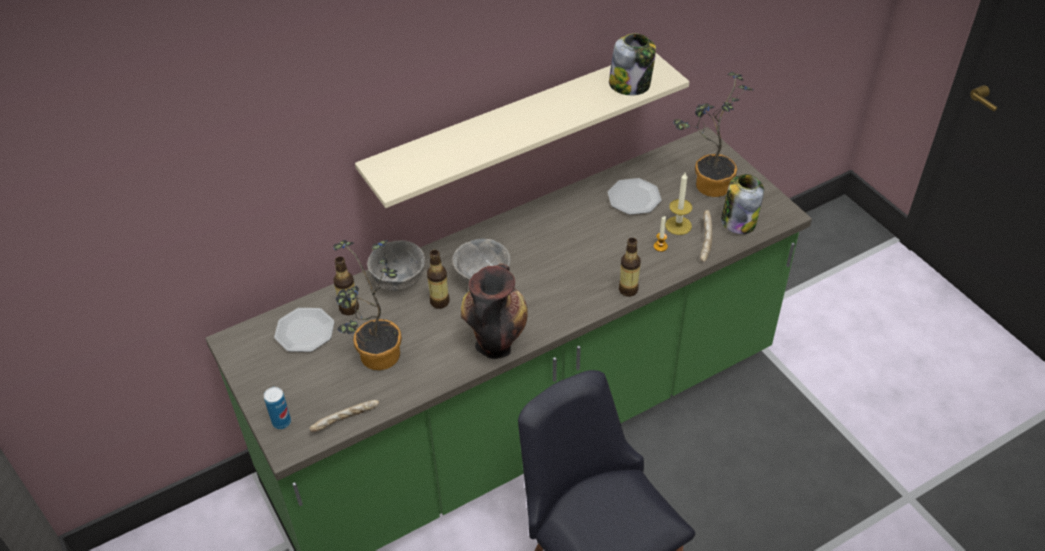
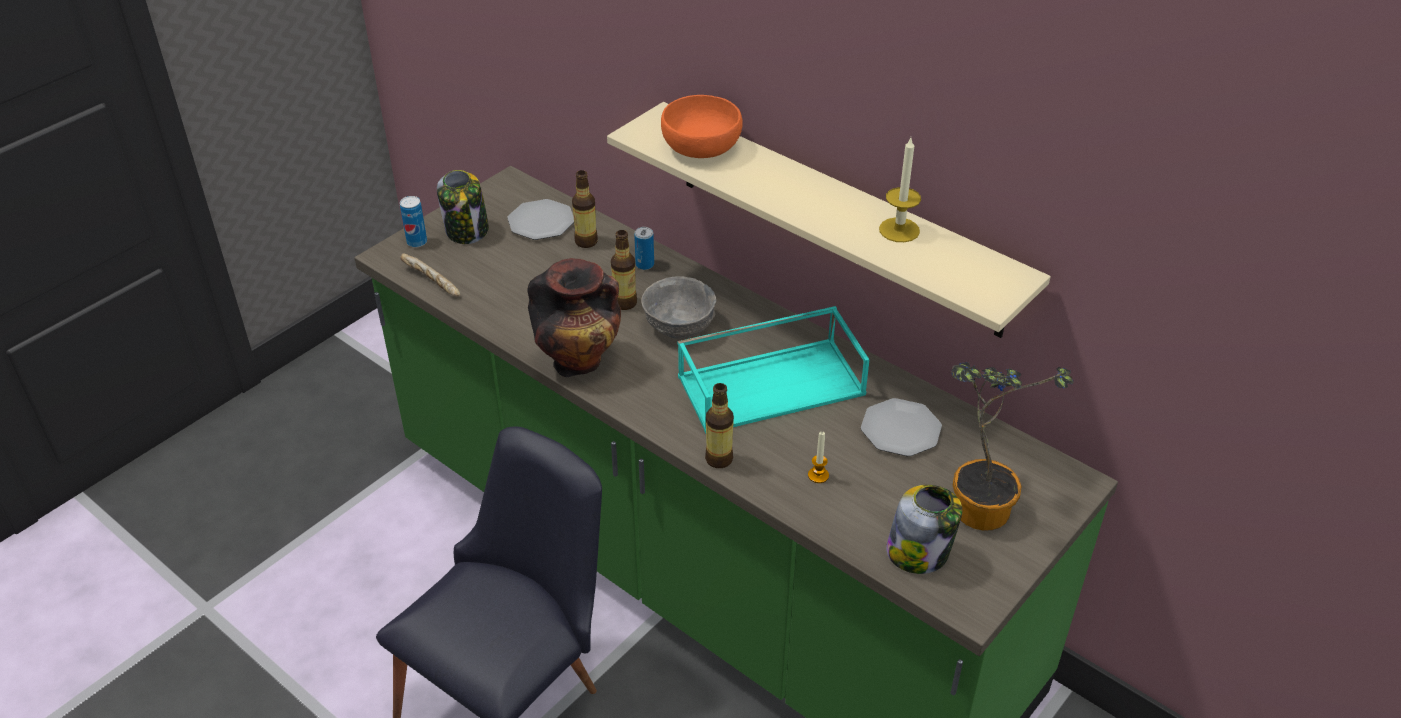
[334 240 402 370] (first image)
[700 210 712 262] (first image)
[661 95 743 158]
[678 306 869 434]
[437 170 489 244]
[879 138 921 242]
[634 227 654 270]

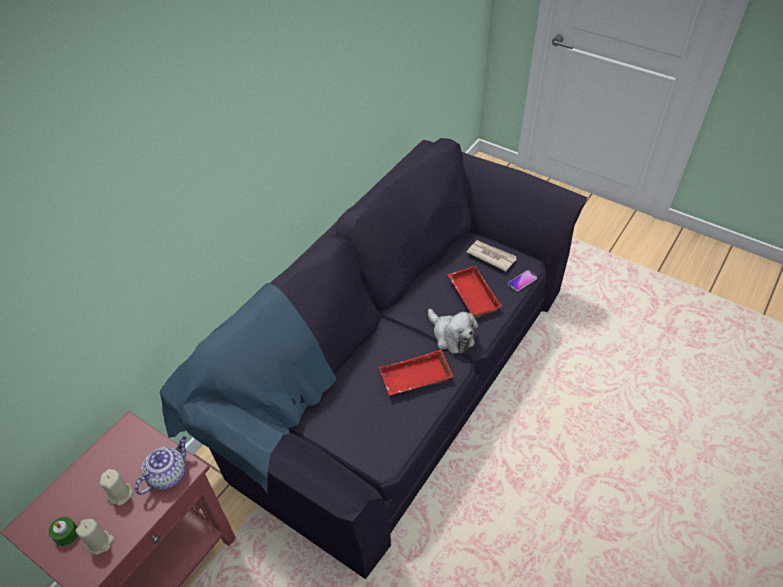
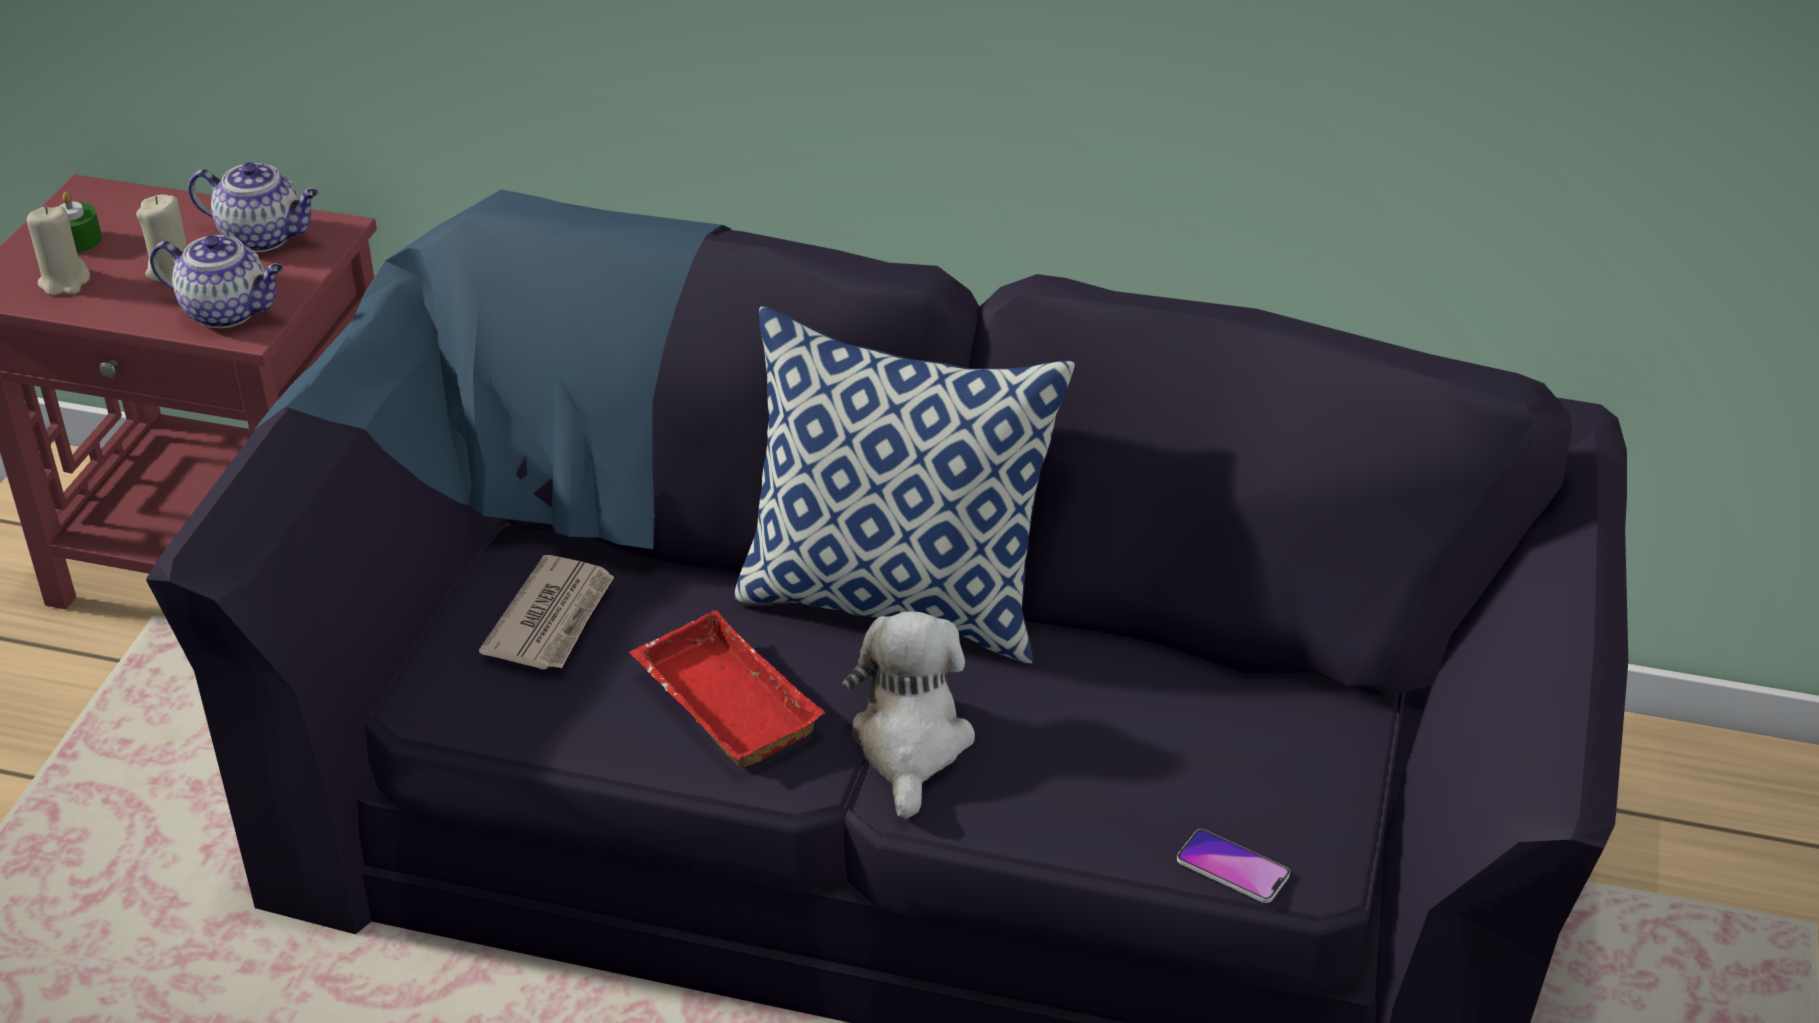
[448 266 502 317] (first image)
[188 162 319 252]
[734 306 1075 663]
[479 555 614 669]
[842 611 975 819]

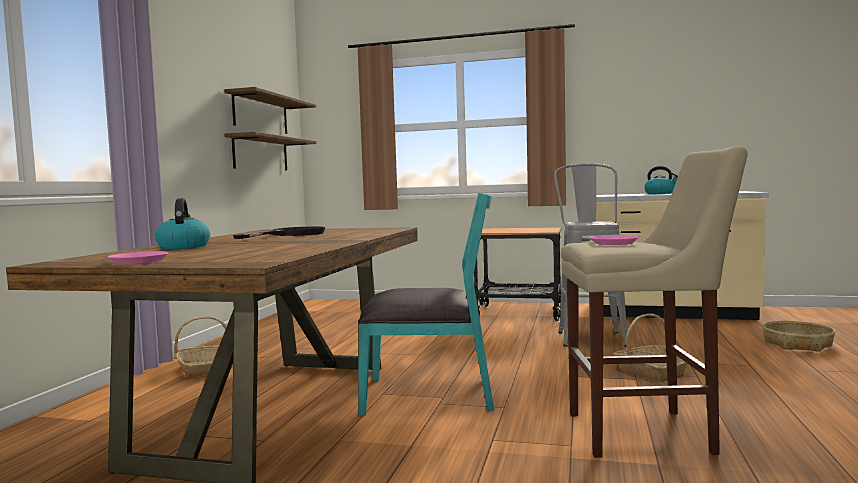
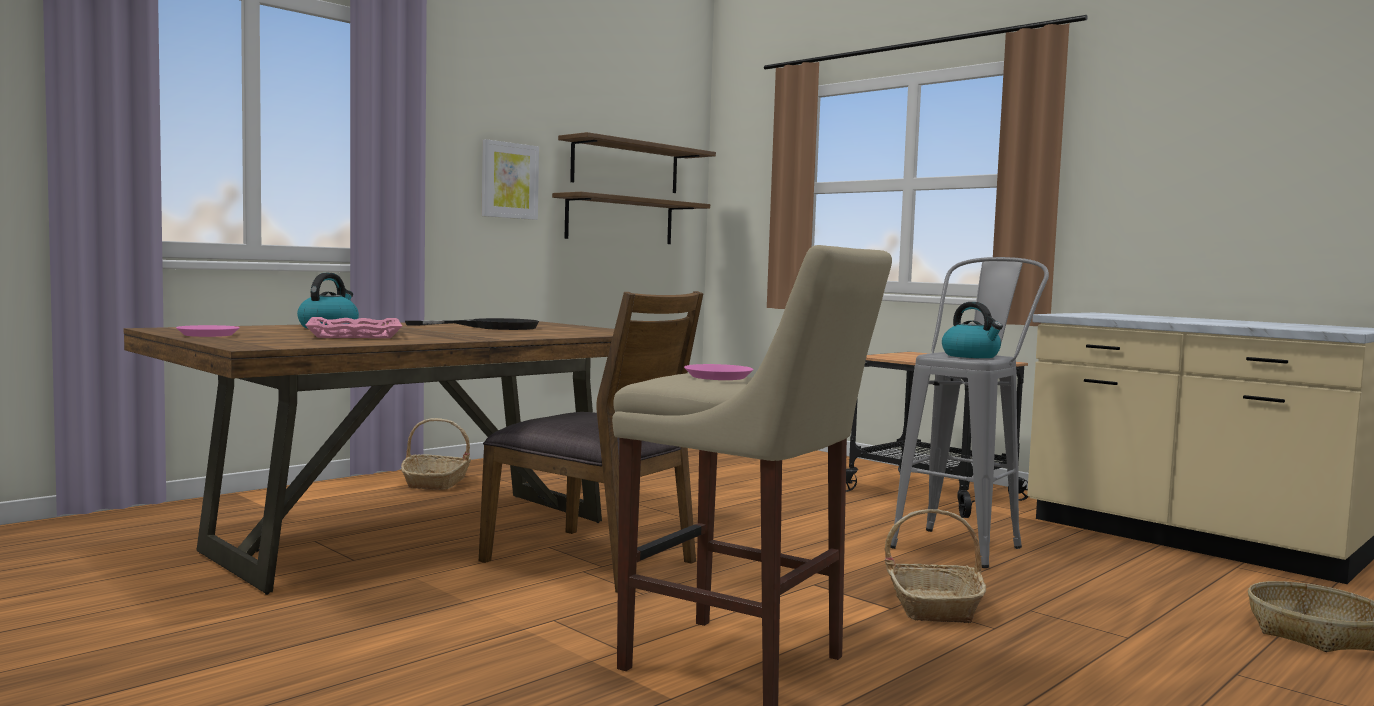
[305 317 402 338]
[482 139 539 220]
[942 302 1003 358]
[479 291 703 593]

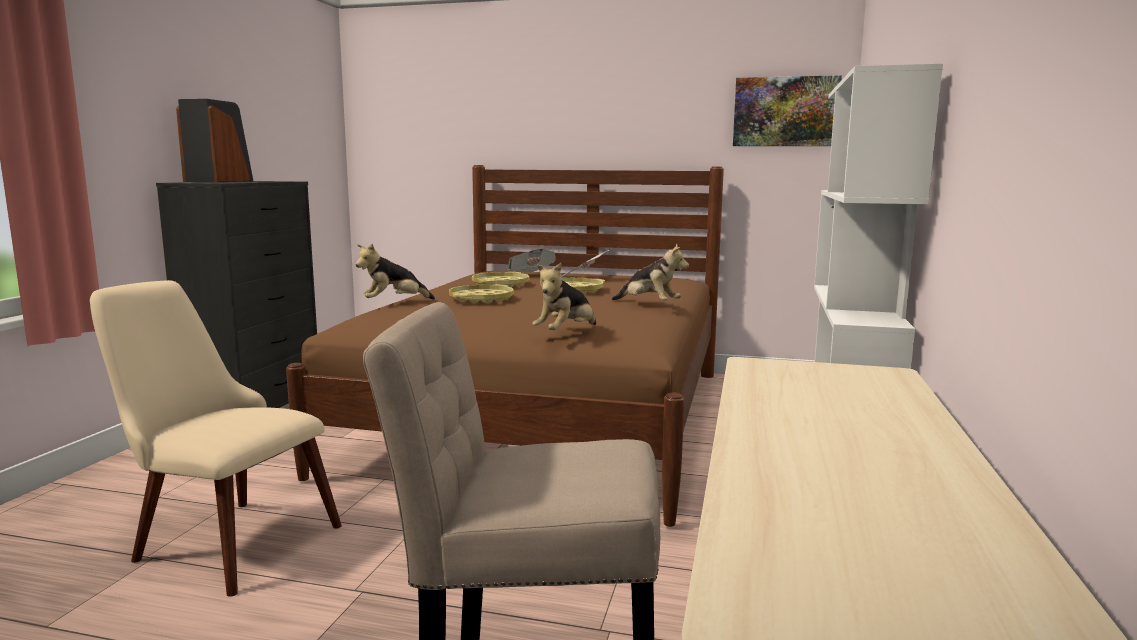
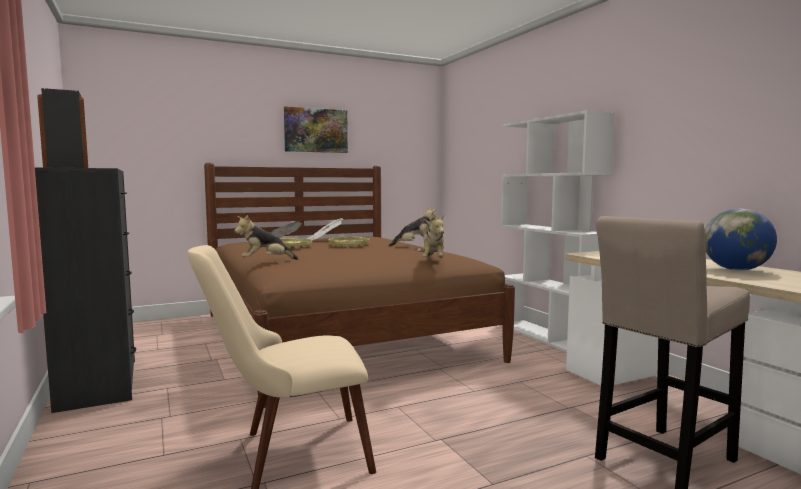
[449 284 514 304] (first image)
[705 209 777 271]
[284 106 348 153]
[235 215 298 260]

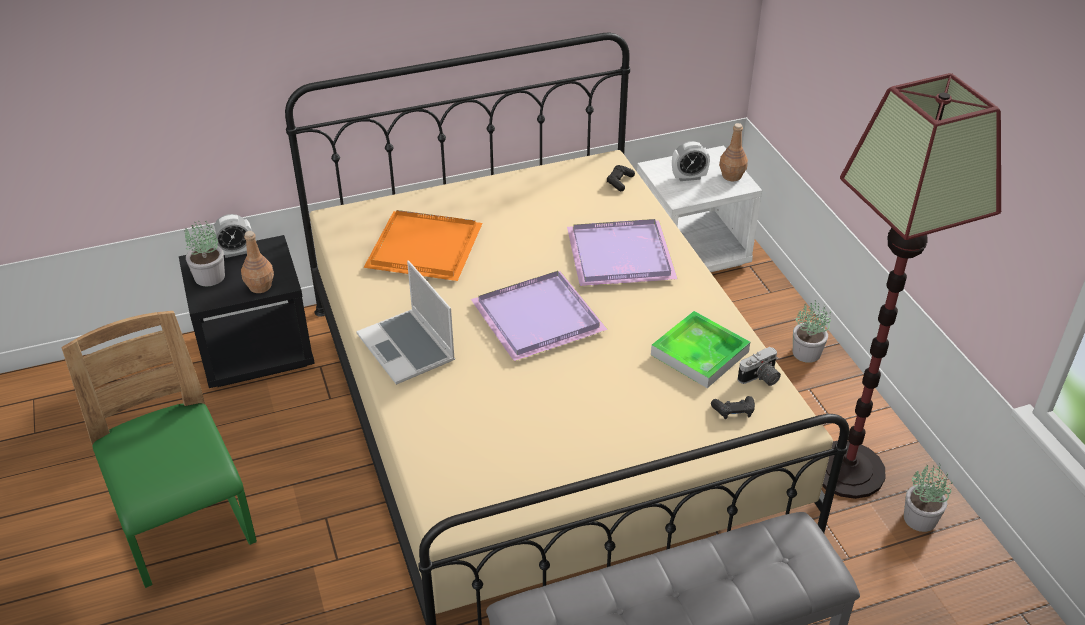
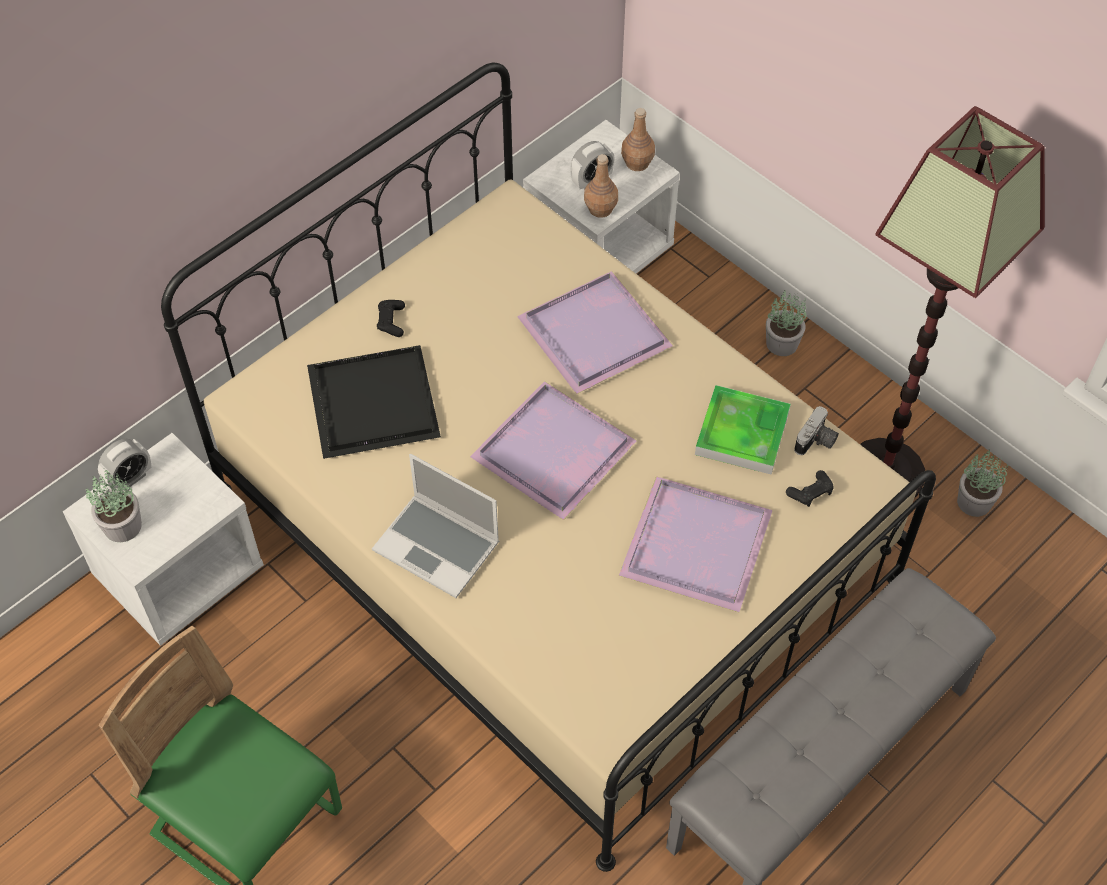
[619 476 773 612]
[584 154 618 218]
[377 300 405 337]
[63 433 264 646]
[307 345 441 459]

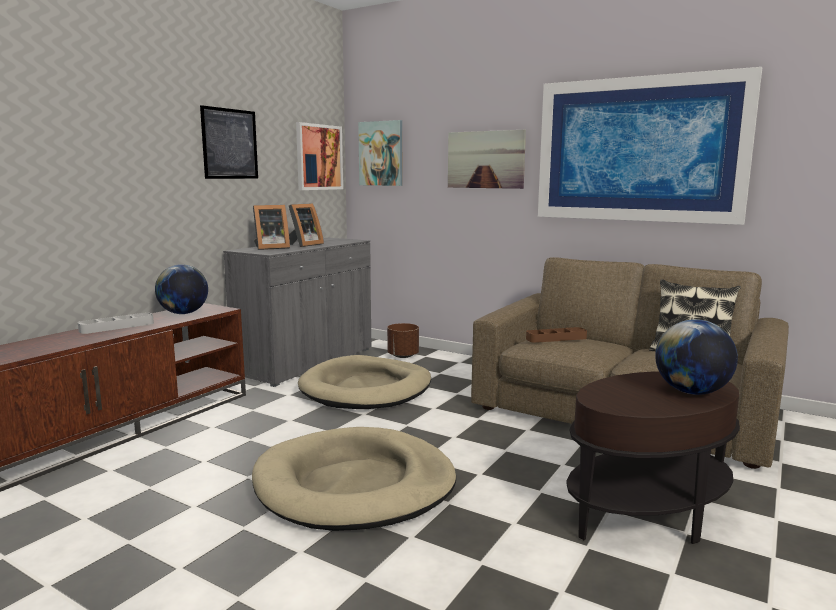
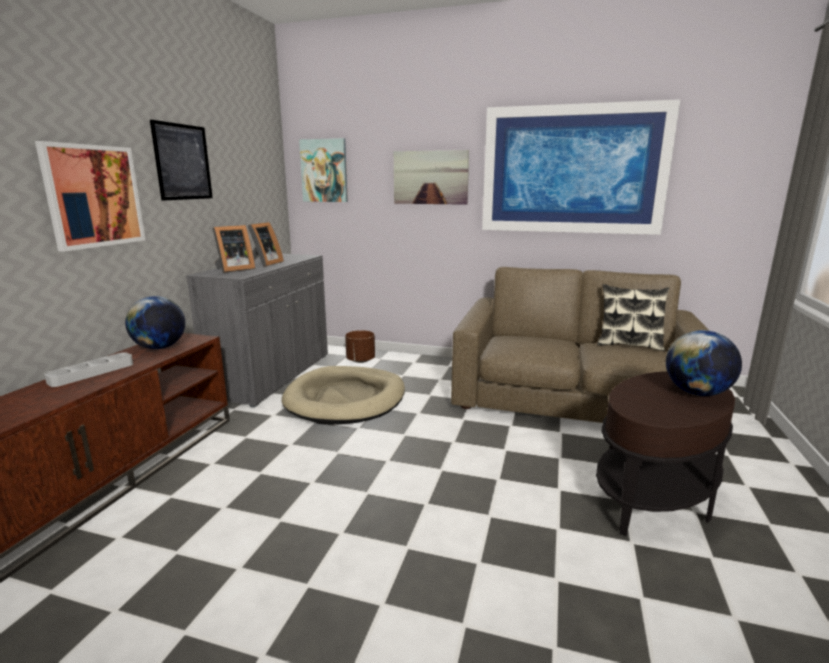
[252 427 456 531] (first image)
[526 327 587 343] (first image)
[35 141 146 252]

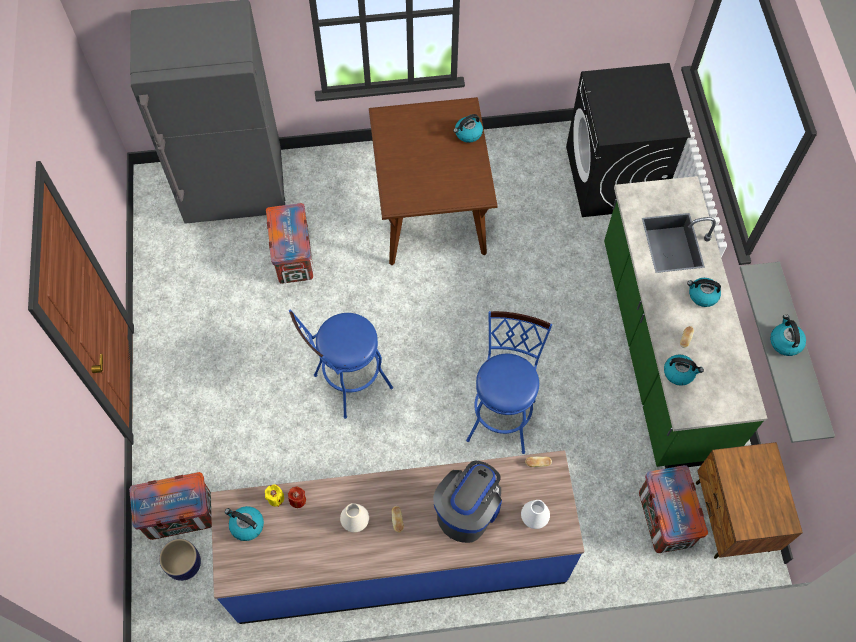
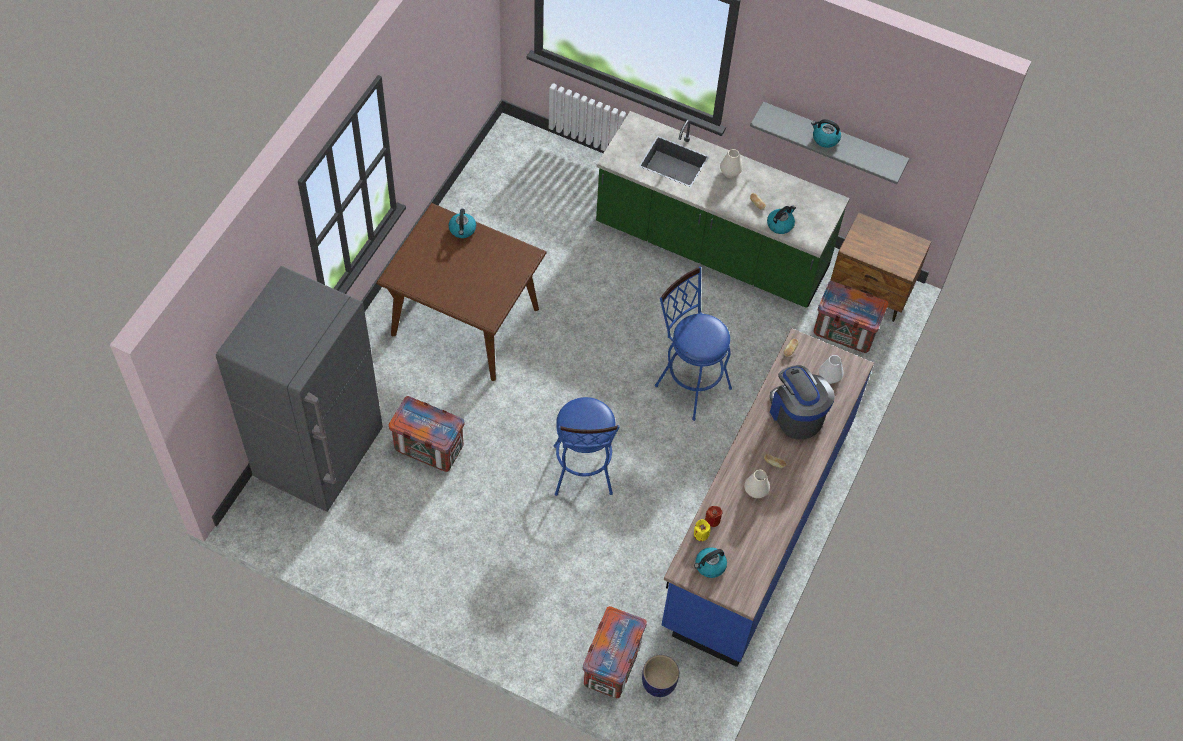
[566 63 691 217] (first image)
[720 149 743 178]

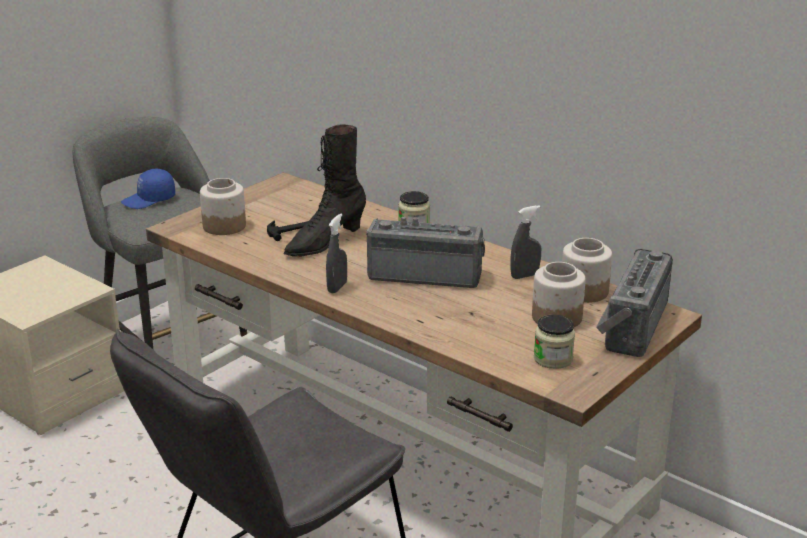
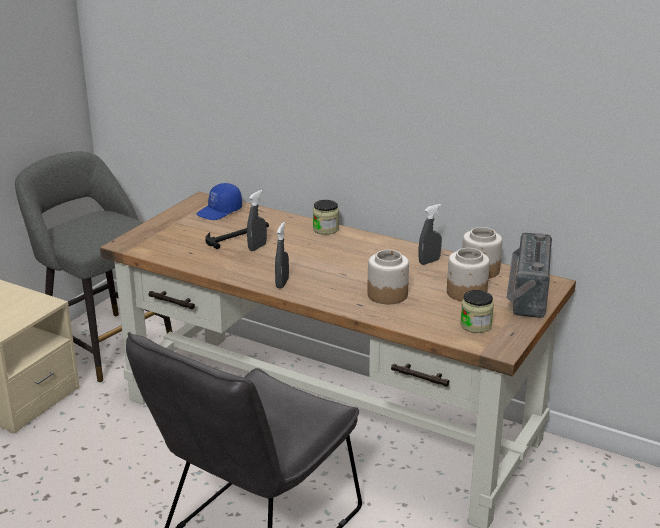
[366 217 485 288] (first image)
[197 183 242 220]
[367 250 409 304]
[247 190 267 251]

